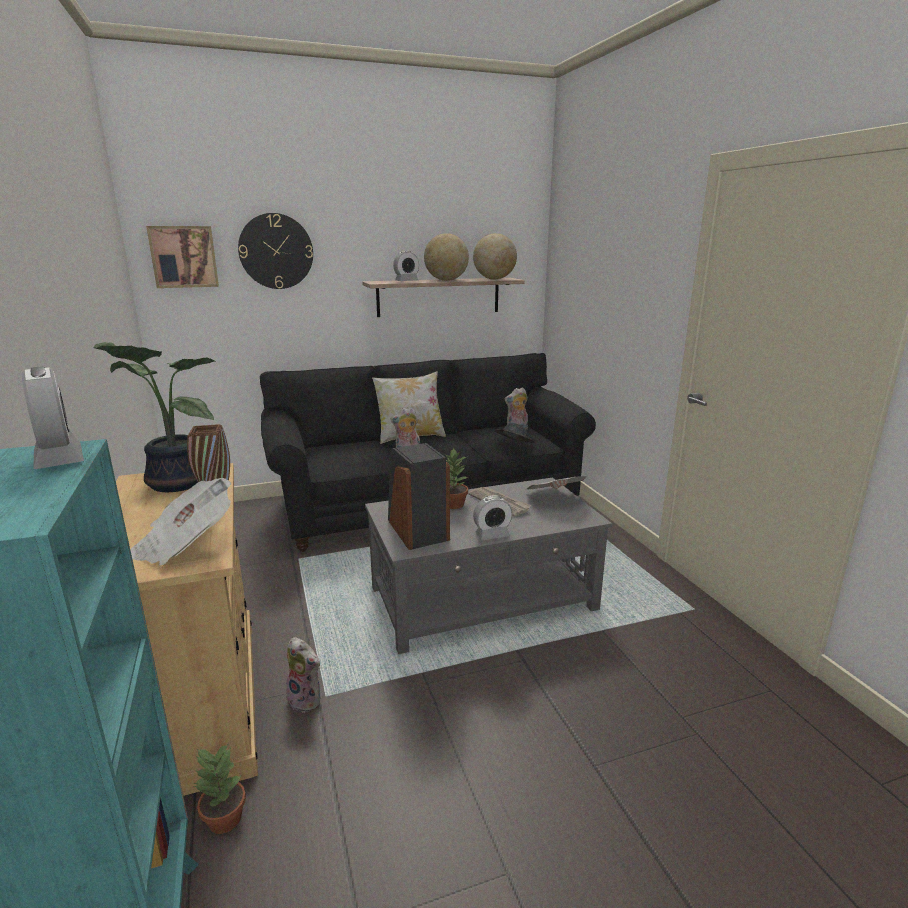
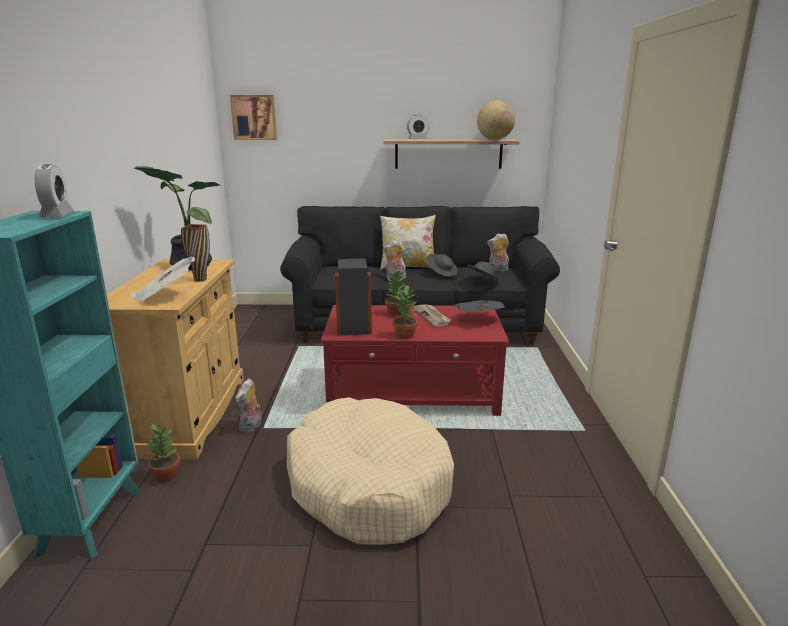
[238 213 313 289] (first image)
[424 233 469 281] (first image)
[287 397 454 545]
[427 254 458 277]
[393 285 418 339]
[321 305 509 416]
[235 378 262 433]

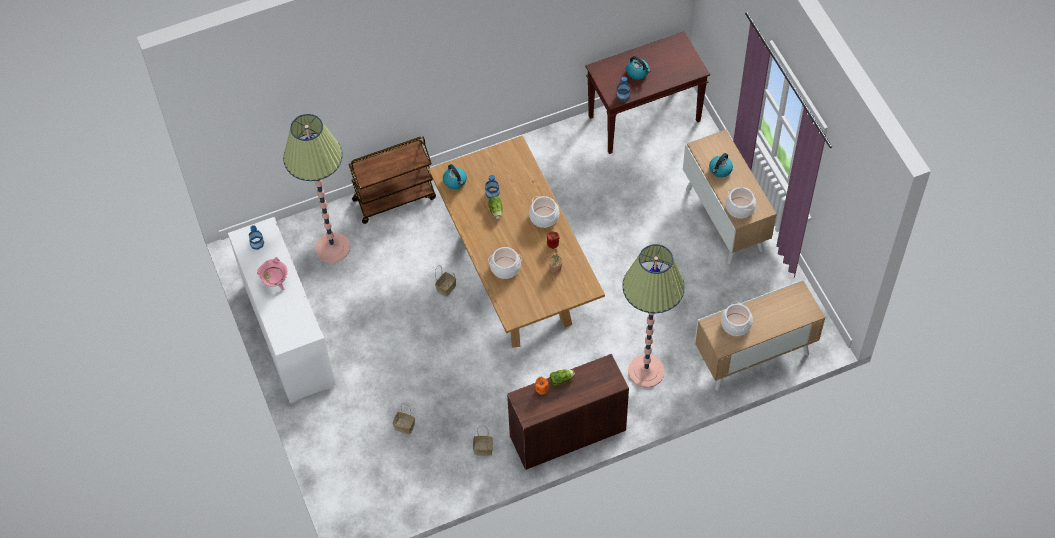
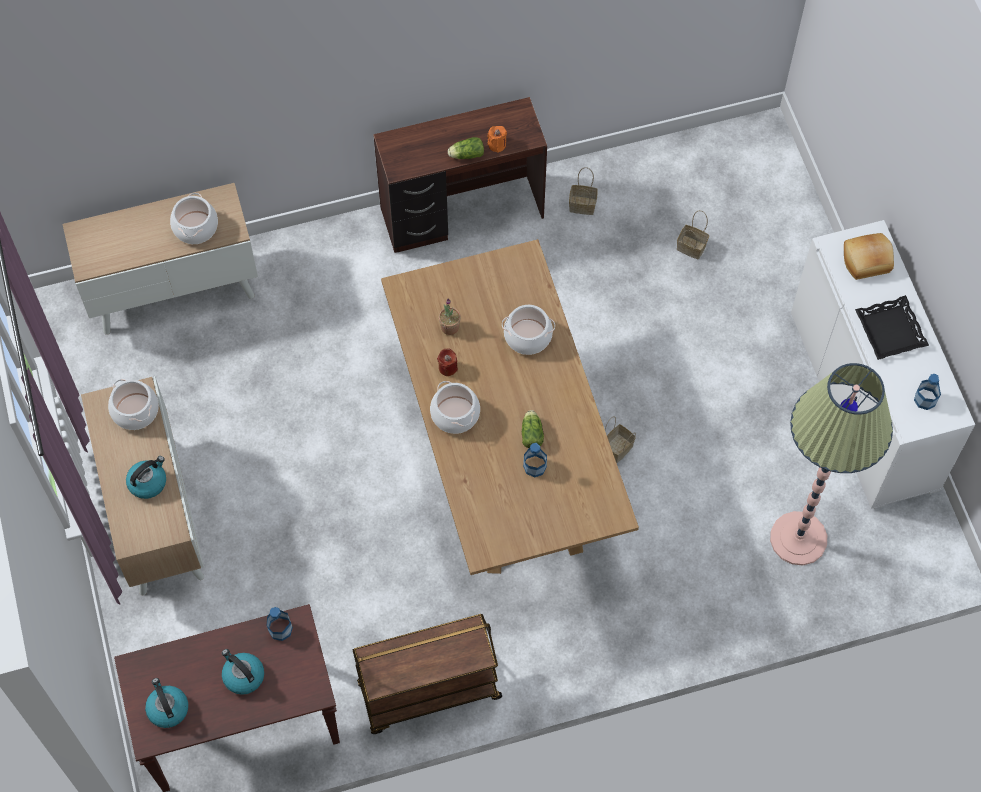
[622 244 685 388] (first image)
[844 233 894 280]
[352 614 502 734]
[145 678 188 728]
[855 295 929 360]

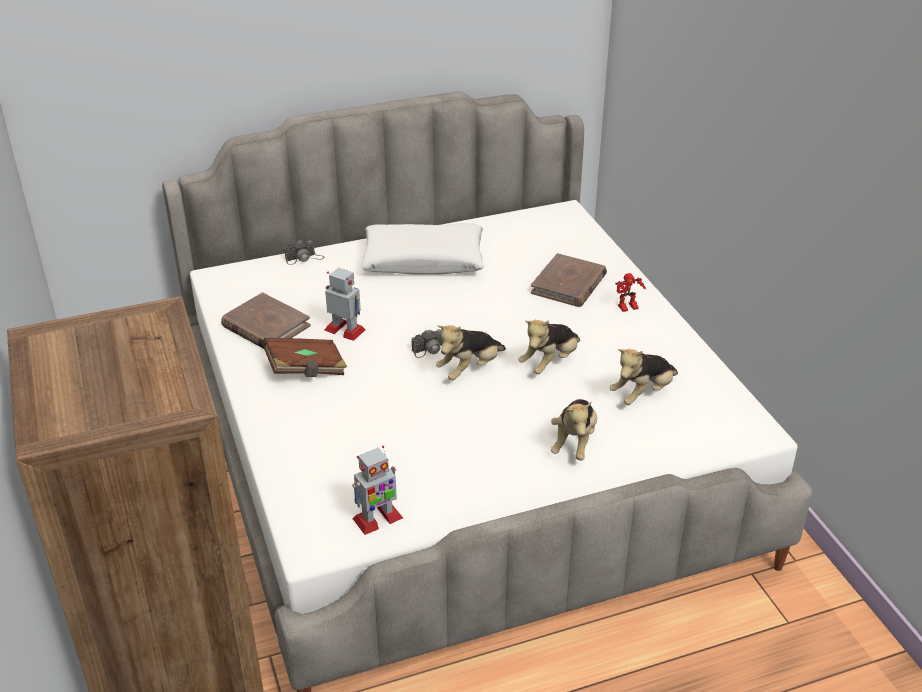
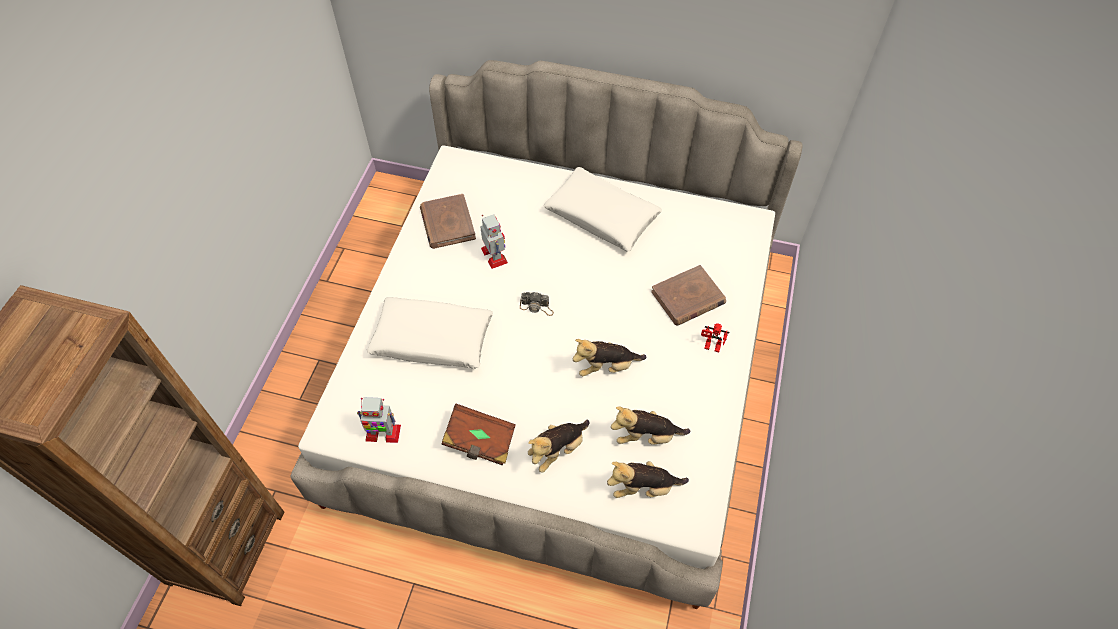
[284 240 325 265] (first image)
[367 297 493 369]
[441 404 516 466]
[607 461 689 498]

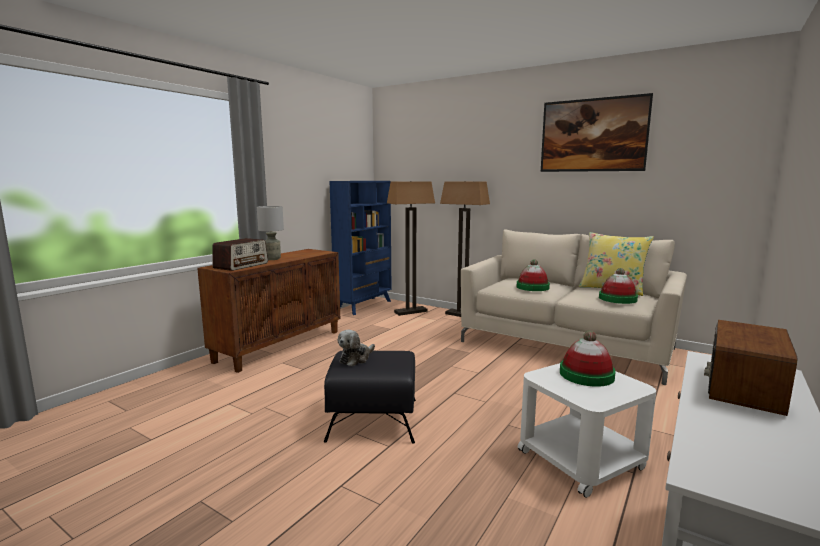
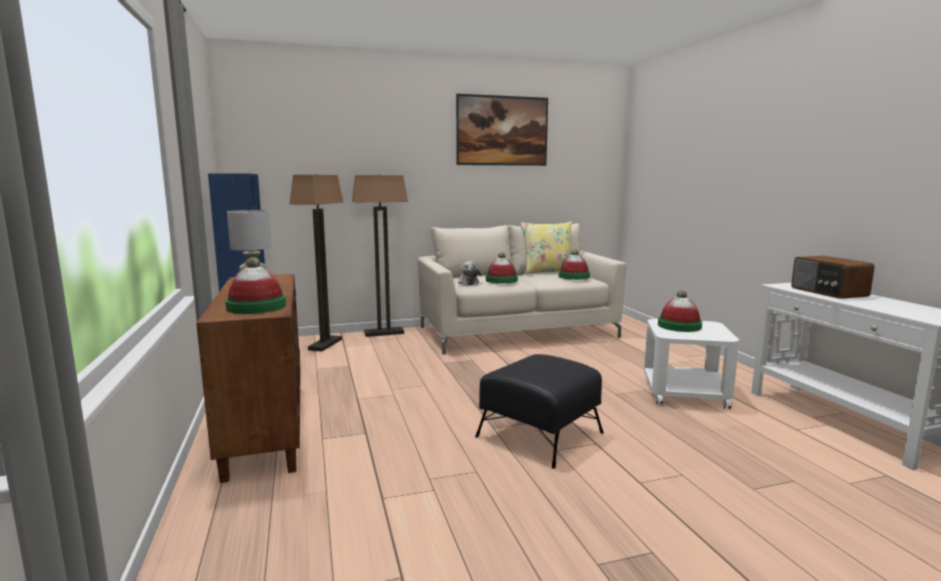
[458 261 481 285]
[225 257 286 314]

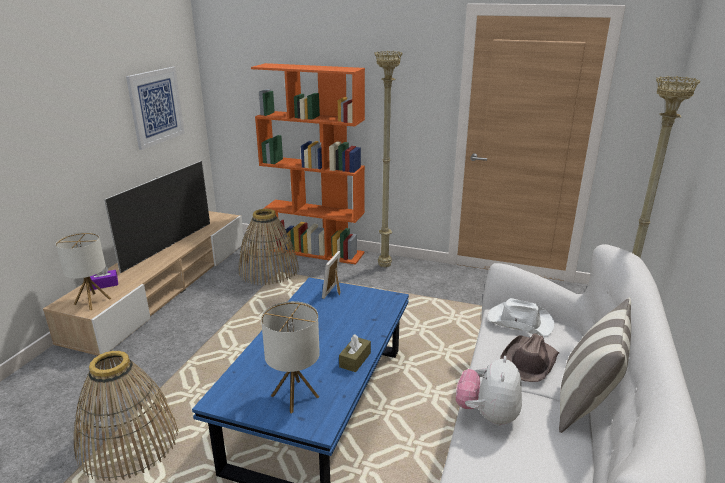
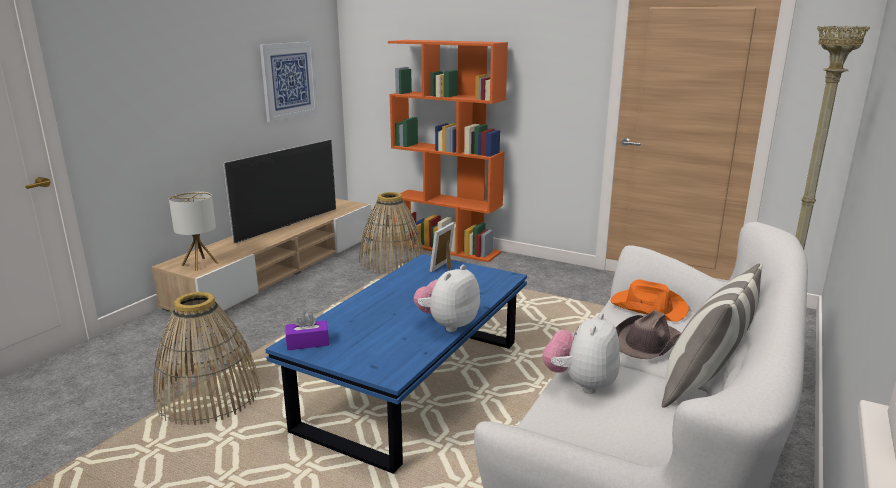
[261 301 320 414] (first image)
[374 51 403 267] (first image)
[285 312 329 350]
[413 265 480 332]
[611 279 689 322]

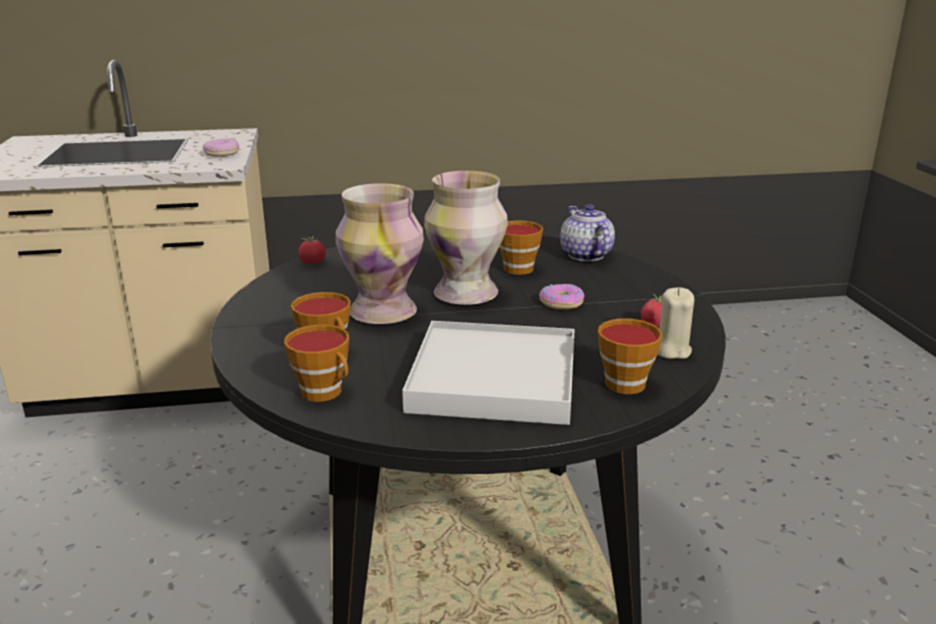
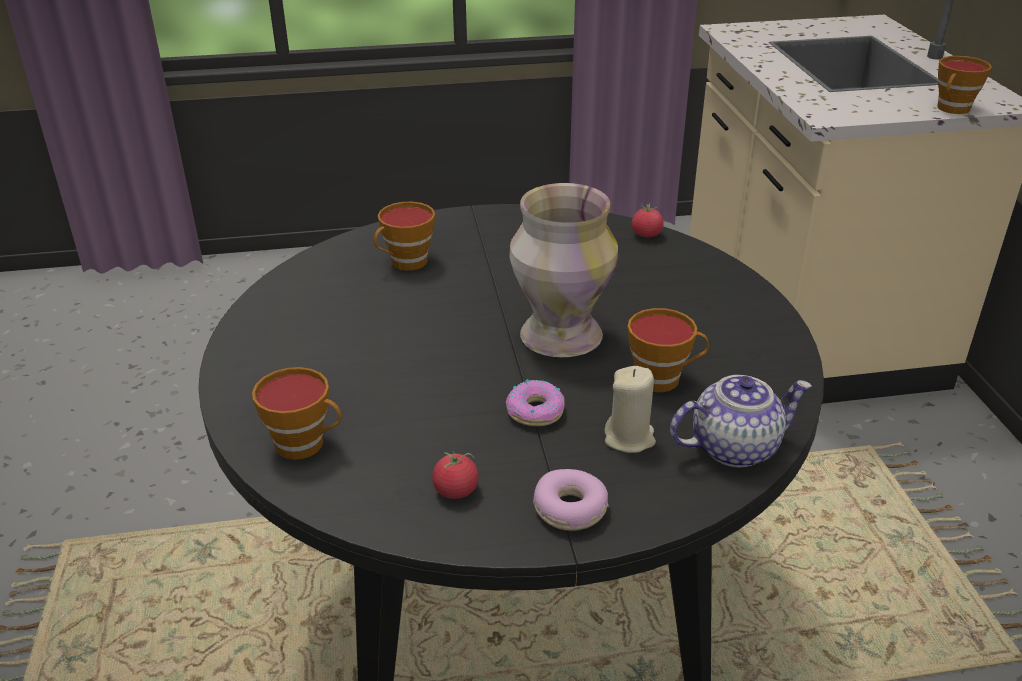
[336 183 424 324] (first image)
[402 321 575 425] (first image)
[533 469 609 531]
[937 56 992 114]
[605 366 656 453]

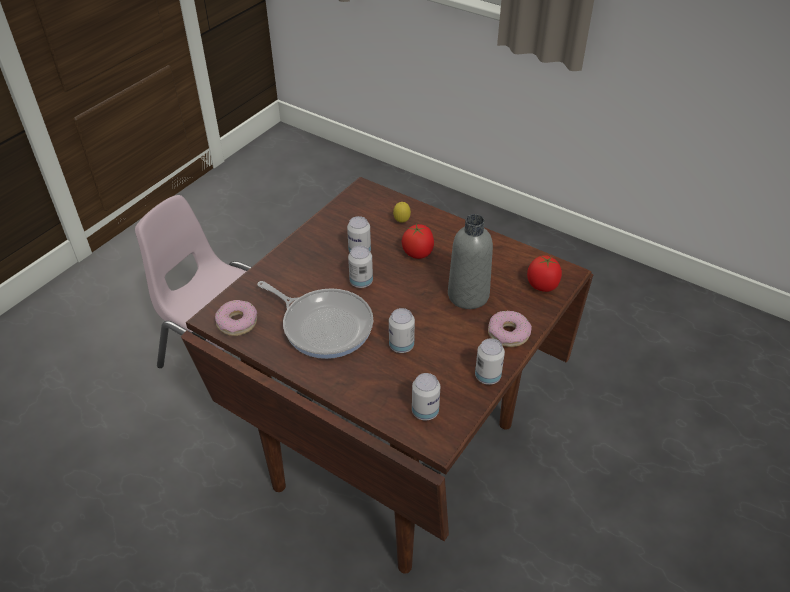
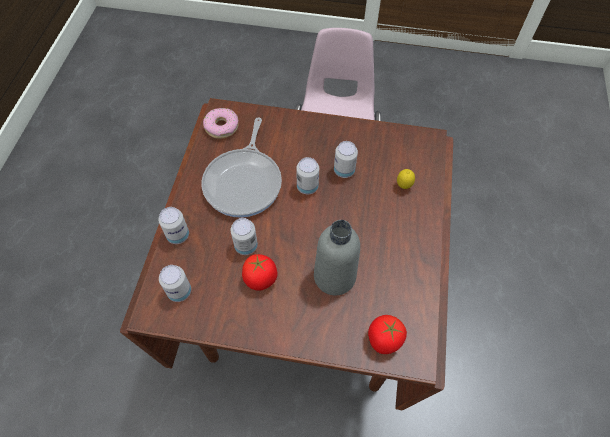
[488 311 532 347] (first image)
[242 254 278 291]
[158 207 189 244]

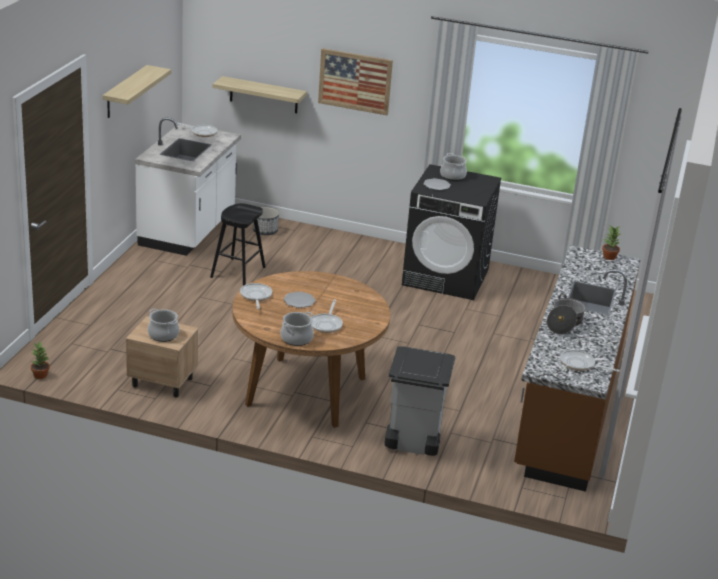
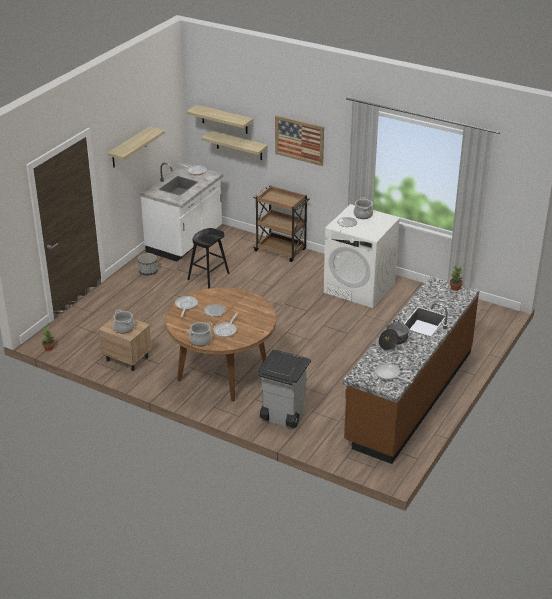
[186 105 253 134]
[253 185 310 262]
[138 253 158 275]
[324 204 400 308]

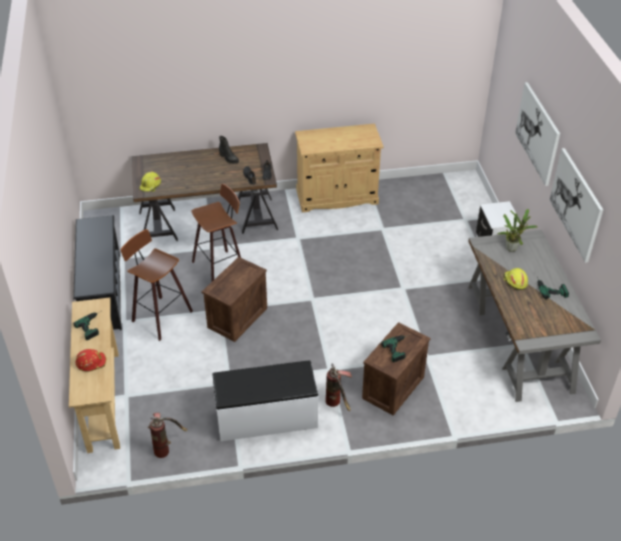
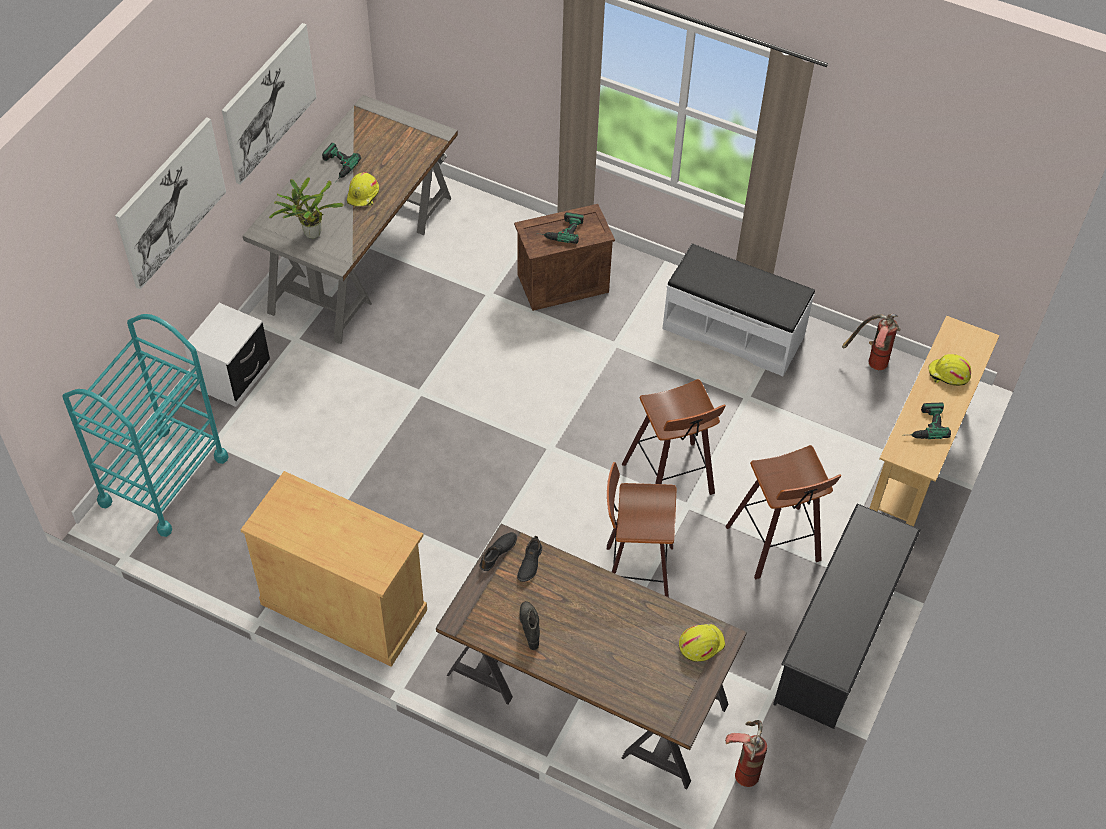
[62 314 229 537]
[725 720 767 787]
[622 379 726 495]
[928 354 971 386]

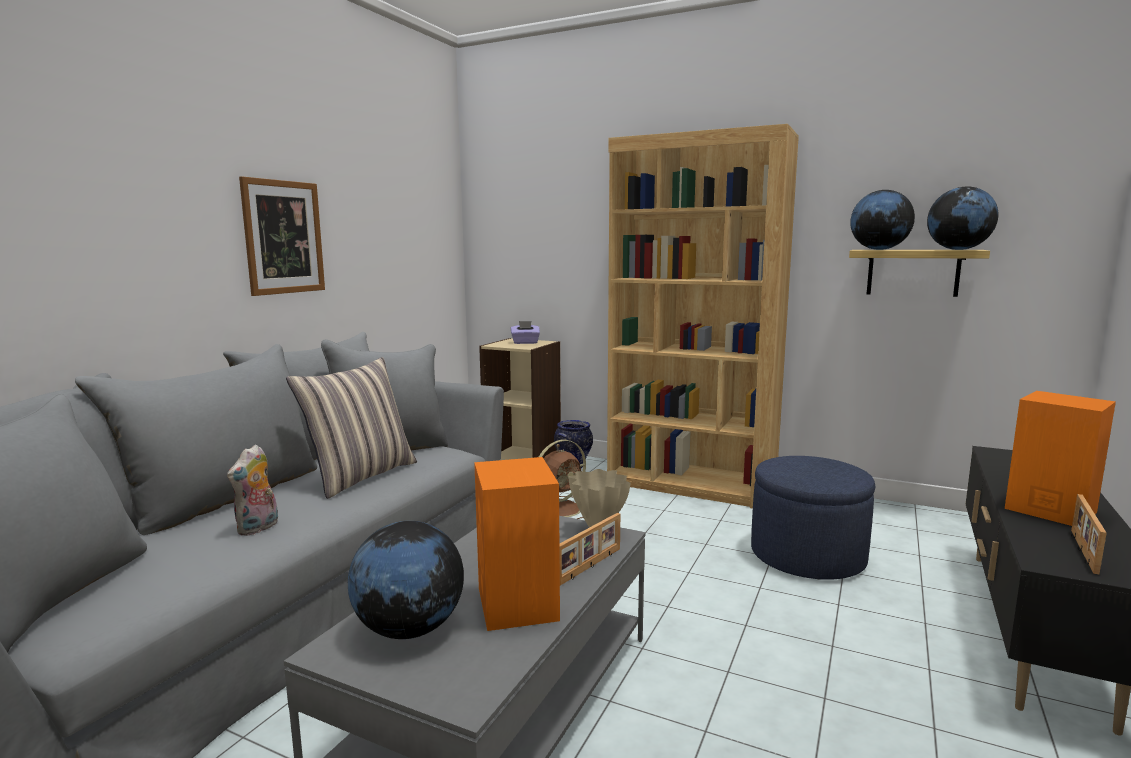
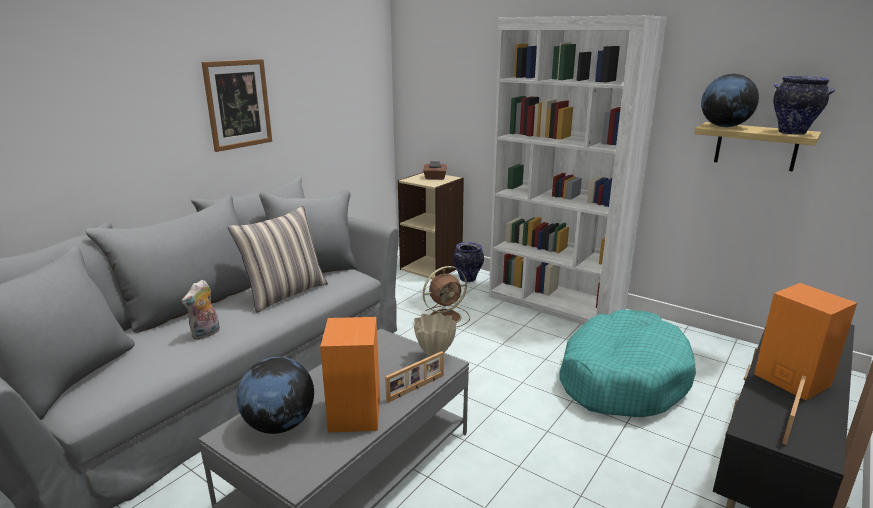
[560 310 696 417]
[773 76 835 135]
[423 161 447 180]
[489 15 667 325]

